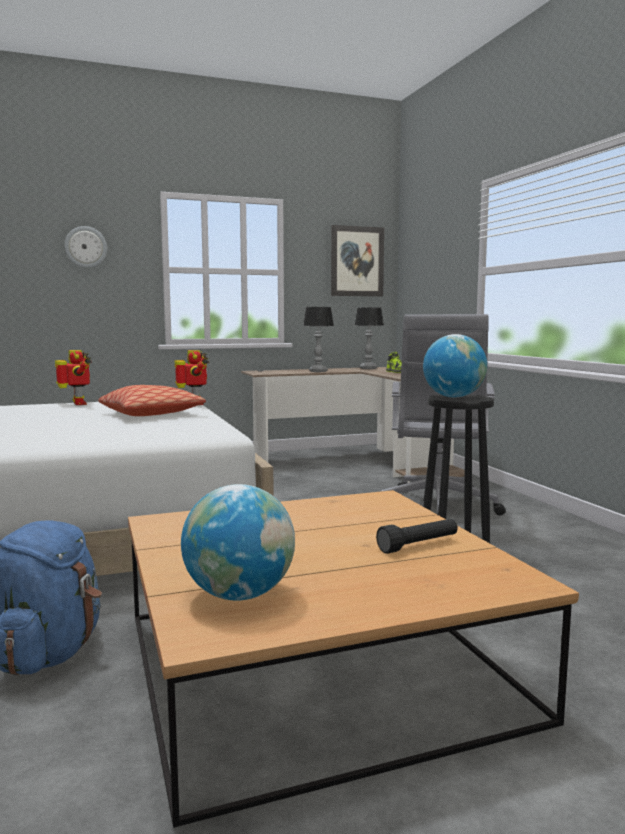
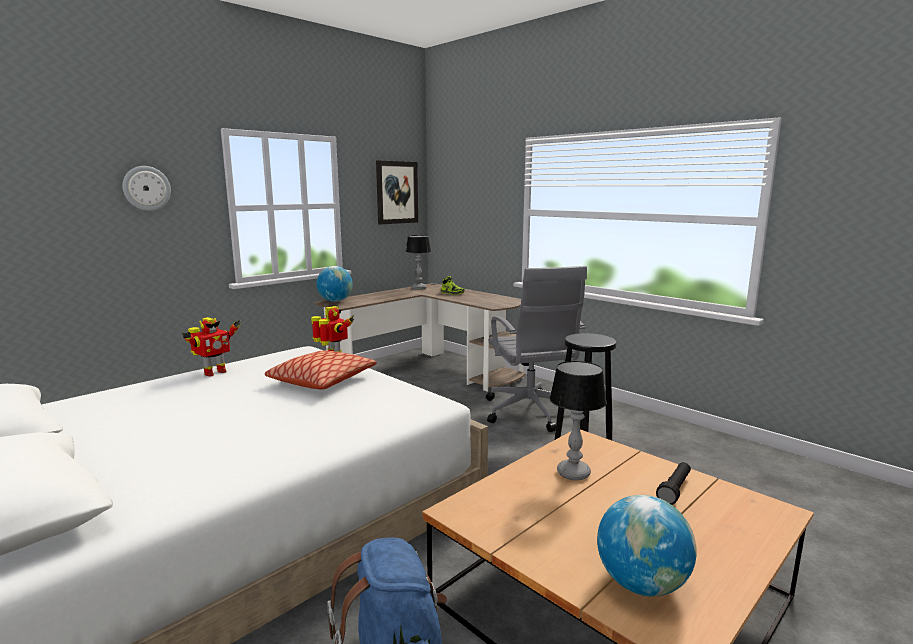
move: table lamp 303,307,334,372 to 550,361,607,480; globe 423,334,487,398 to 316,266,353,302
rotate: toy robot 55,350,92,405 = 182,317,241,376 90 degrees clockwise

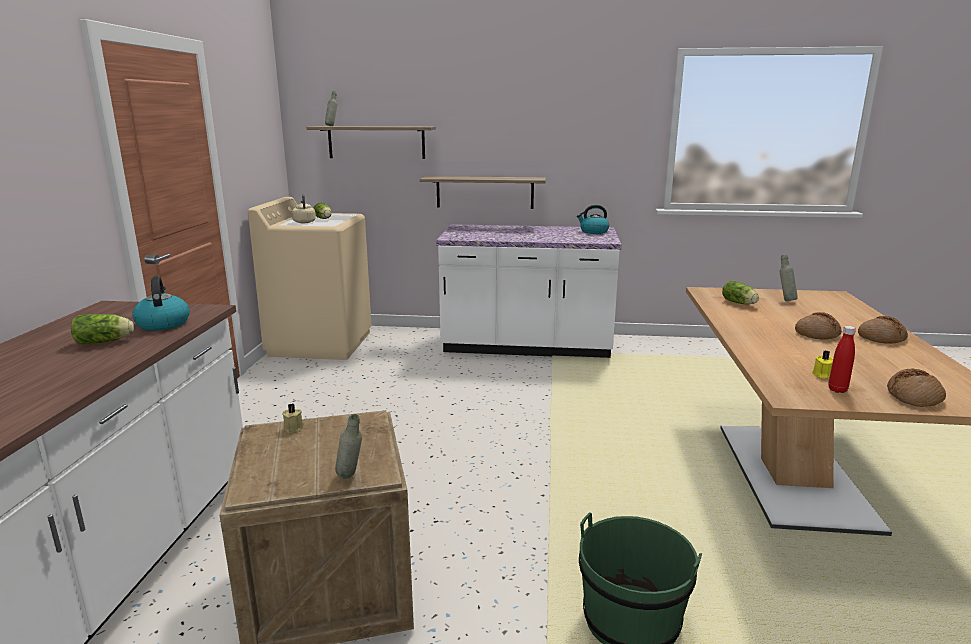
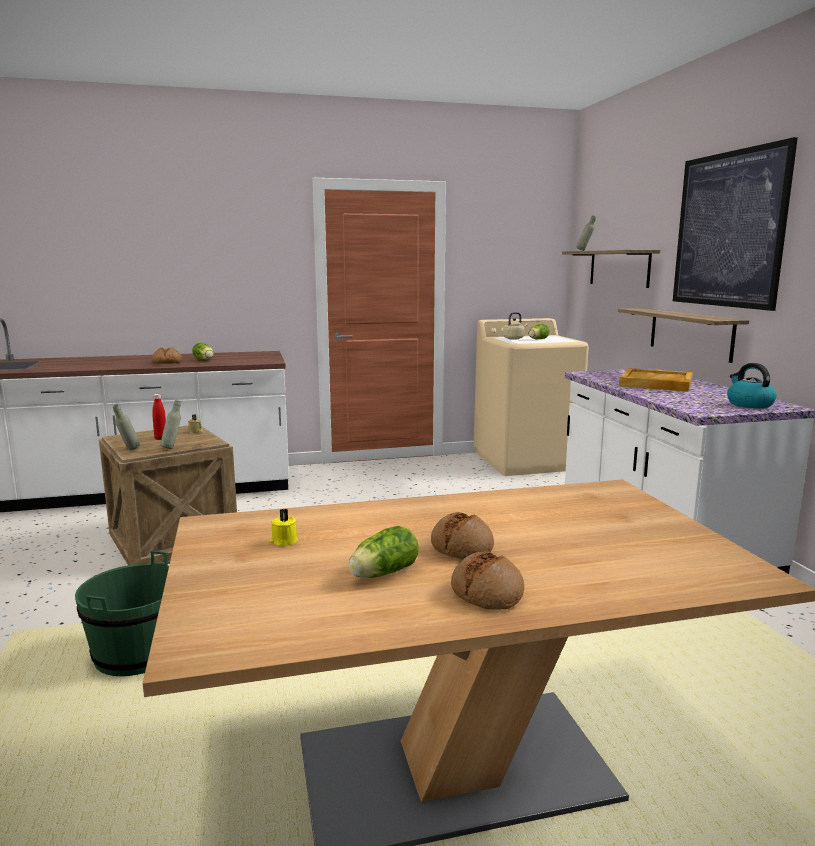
delete: kettle 132,276,190,331
insert: picture 673,137,798,311; beige tray 619,368,693,392
move: grey bottle 779,254,798,301 to 160,400,181,449; lettuce 722,280,759,304 to 348,526,419,578; red bottle 828,326,856,393 to 152,394,166,440; bread 887,369,946,407 to 151,347,182,363

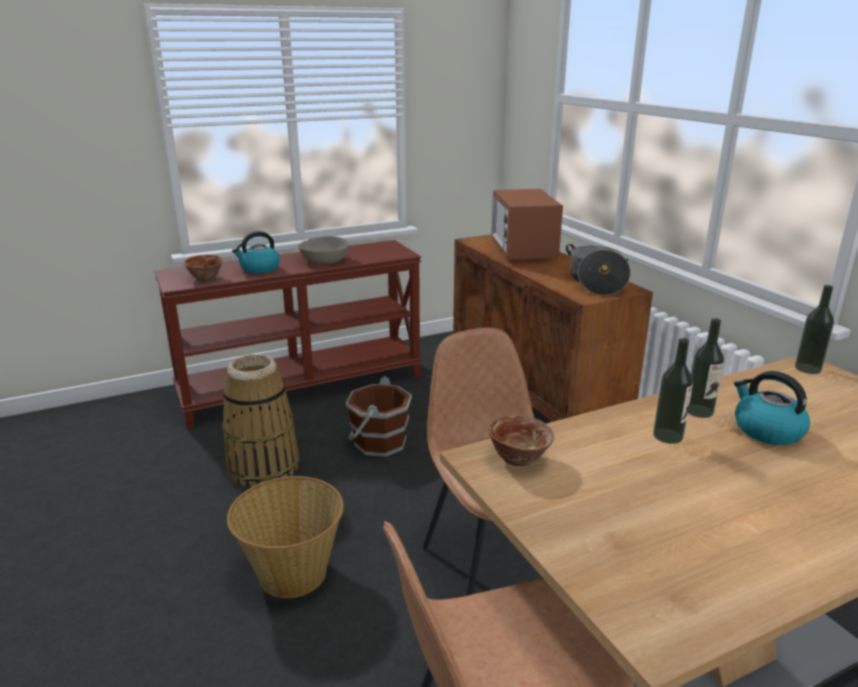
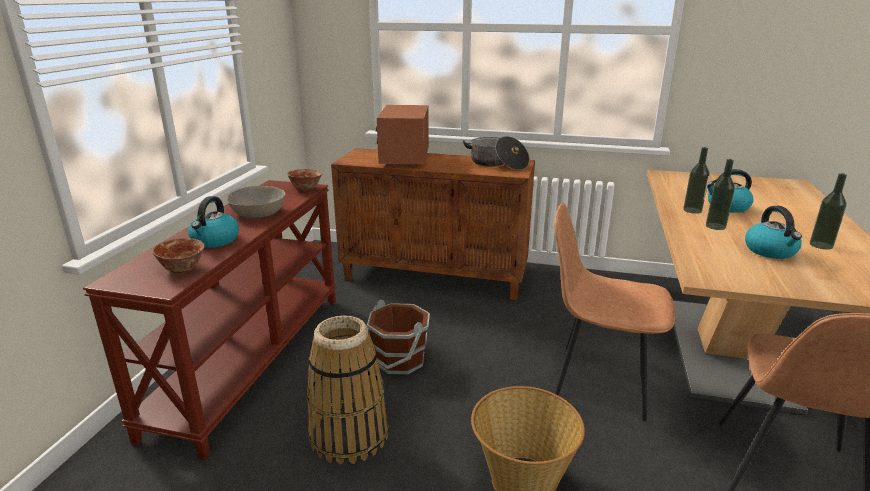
insert: kettle 745,206,802,259
move: bottle 795,285,834,374 to 810,173,847,250; bowl 488,415,554,466 to 287,169,322,191
rotate: microwave 491,189,563,262 = 375,105,429,167 60 degrees clockwise

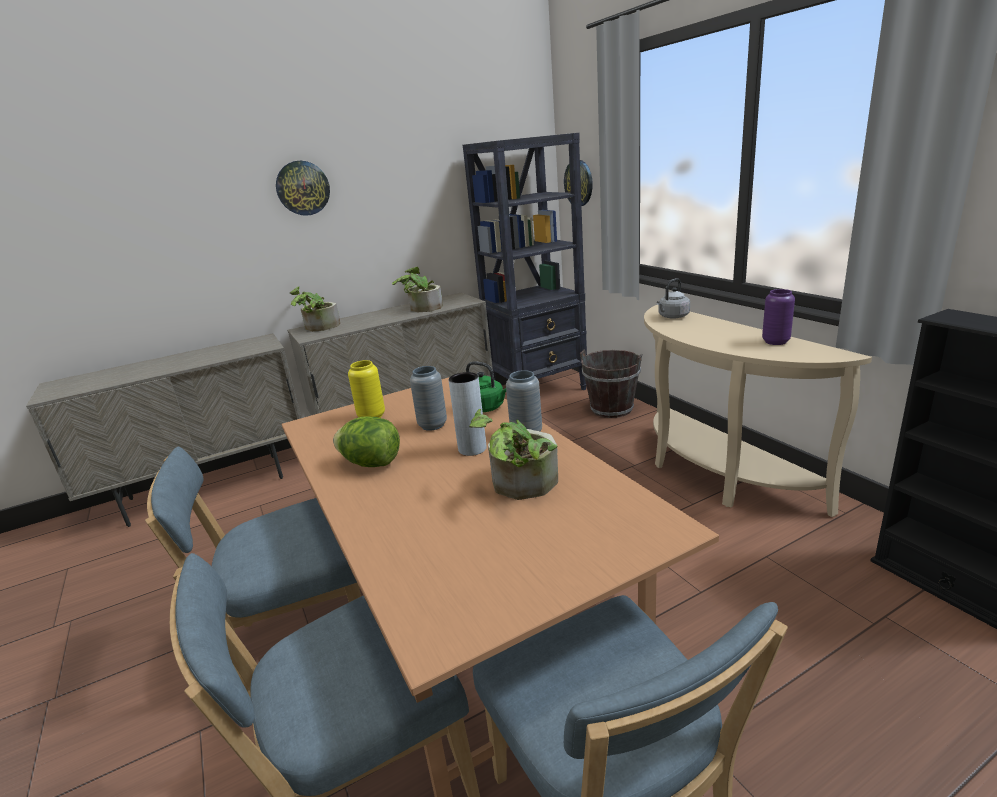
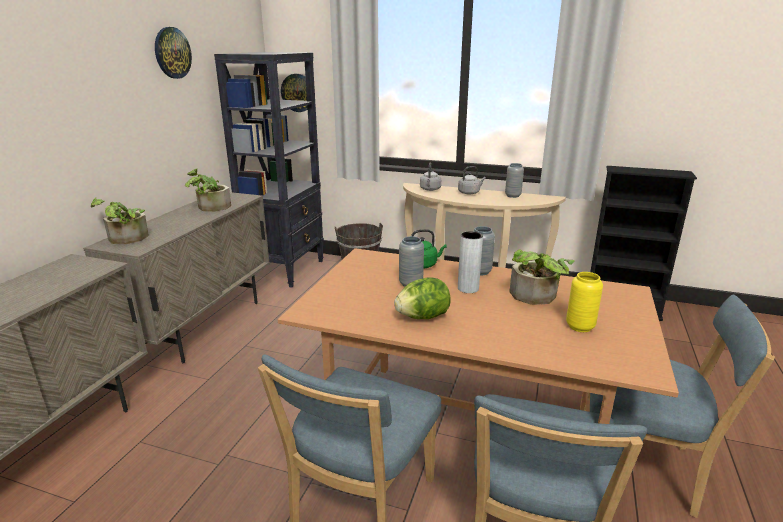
insert: grey kettle 458,166,486,194
move: wall clock 276,161,330,216 to 155,27,192,79; yellow vase 348,360,385,418 to 566,272,603,332
recolor: purple vase 762,289,795,345 to grey vase 505,163,524,198

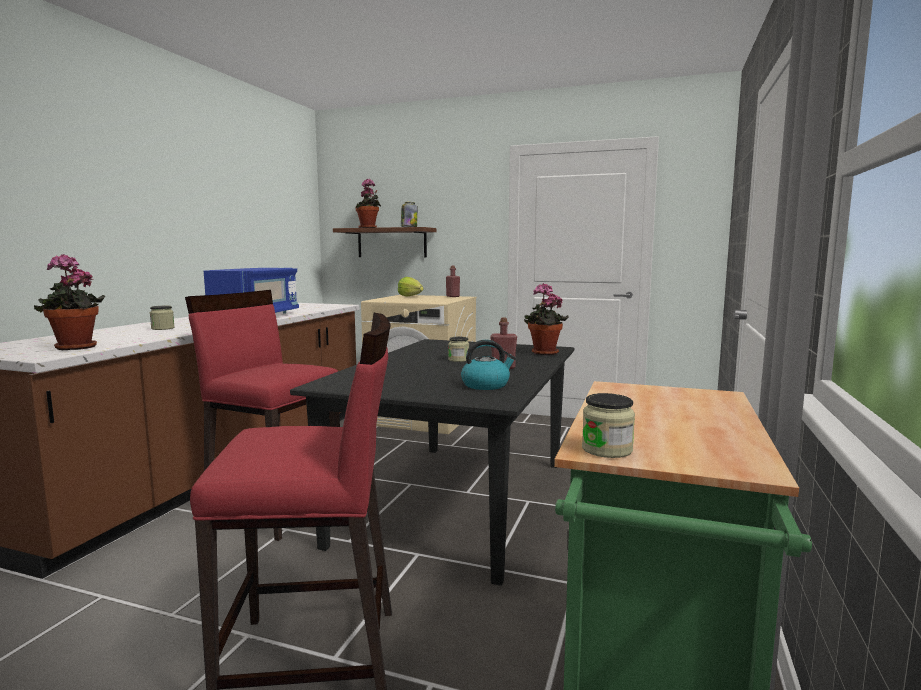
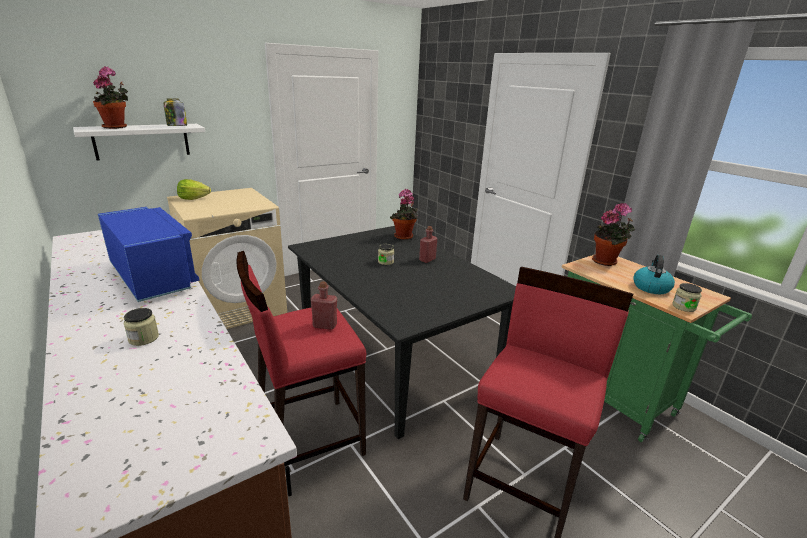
move: potted plant 34,254,105,350 to 592,203,636,266; red bottle 446,266,460,297 to 311,281,337,330; kettle 461,340,516,390 to 633,255,675,294
recolor: brown shelf 333,227,436,258 to white shelf 73,124,205,161

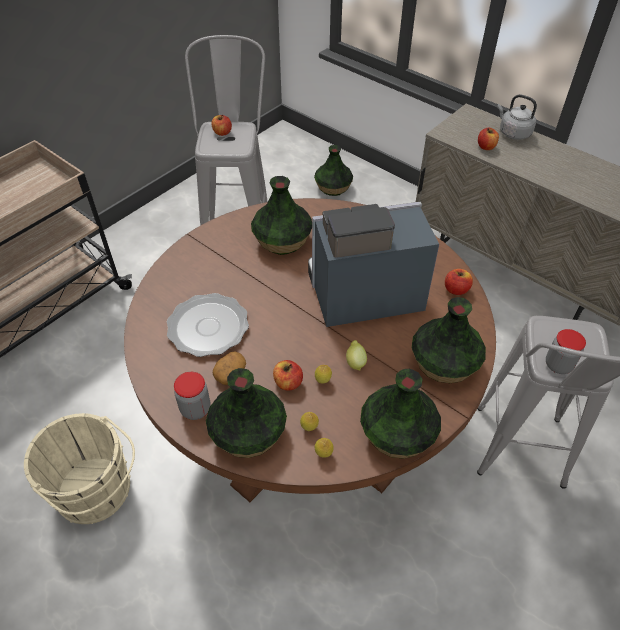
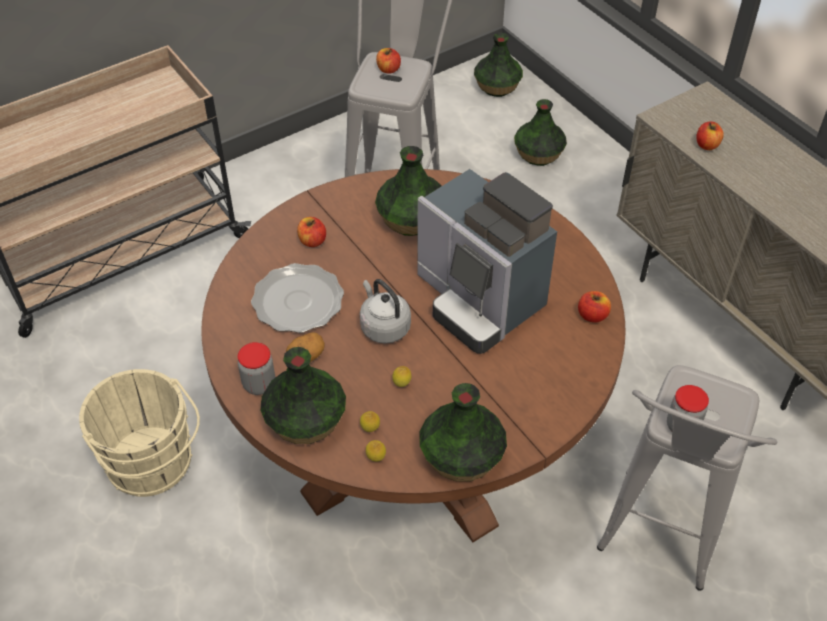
delete: lemon 346,340,367,371
move: grey kettle 497,94,537,140 to 360,279,411,343; vase 411,297,486,383 to 474,33,523,97; apple 273,360,303,390 to 297,217,326,247
rotate: coffee machine 308,201,439,327 = 417,169,557,354 135 degrees counterclockwise

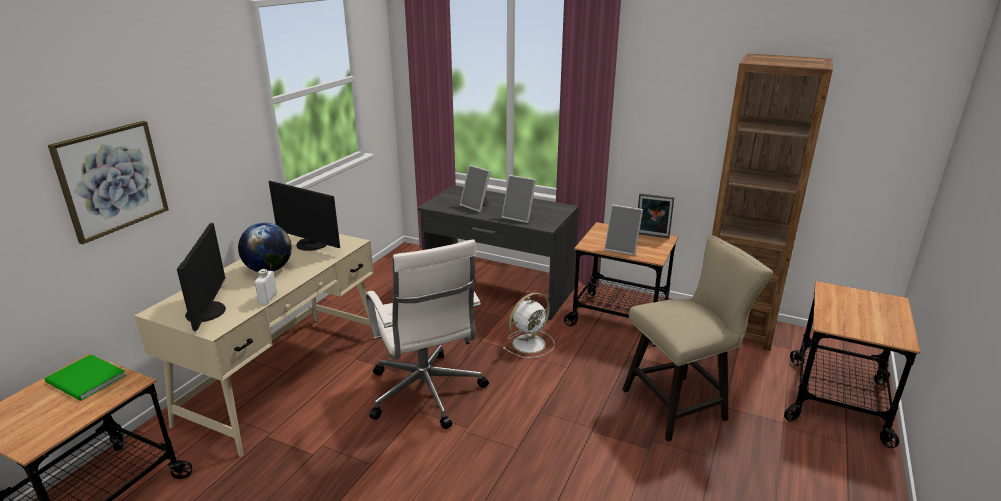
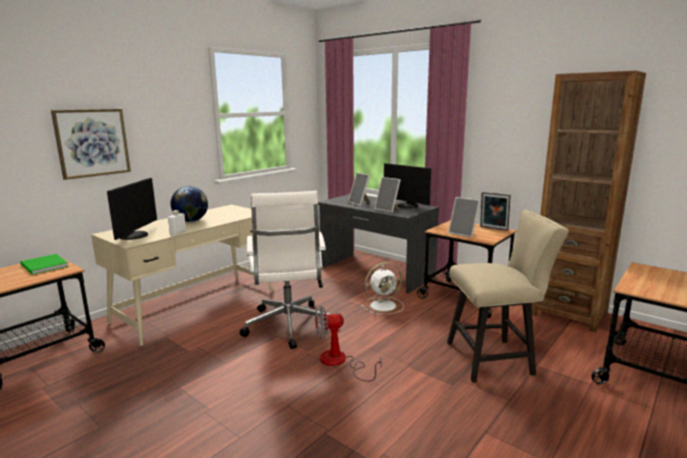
insert: fan 315,306,382,382
move: monitor 269,181,340,251 to 384,163,431,208

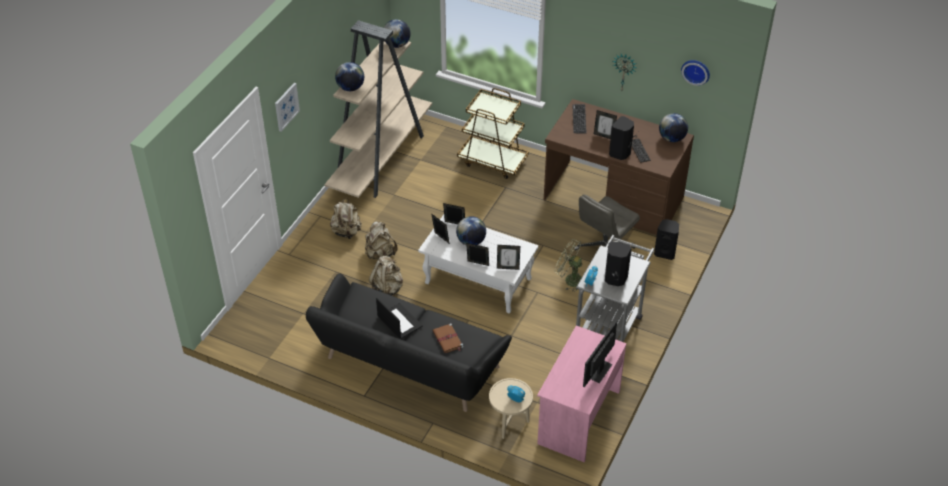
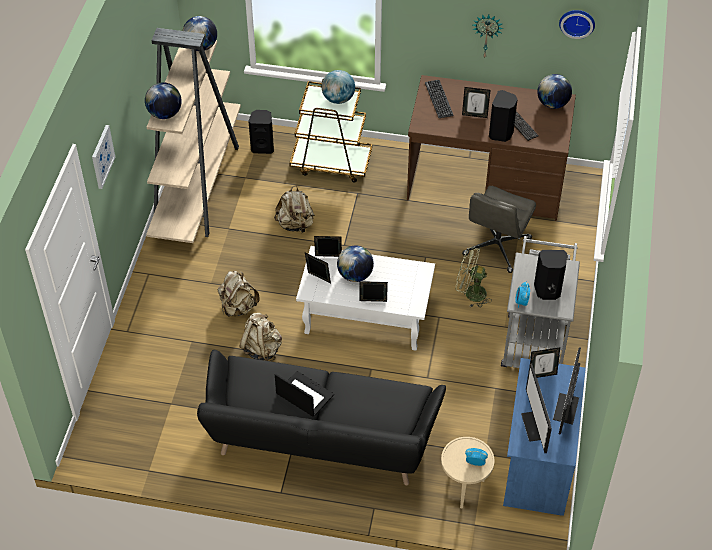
delete: brown book 432,323,463,353
insert: globe 322,70,355,104; monitor 521,363,552,453
move: beige backpack 330,198,362,239 to 274,186,315,233; black speaker 654,219,679,260 to 249,110,274,154; picture frame 497,245,520,270 to 530,347,560,378
recolor: pink desk 537,326,627,462 to blue desk 503,358,586,516

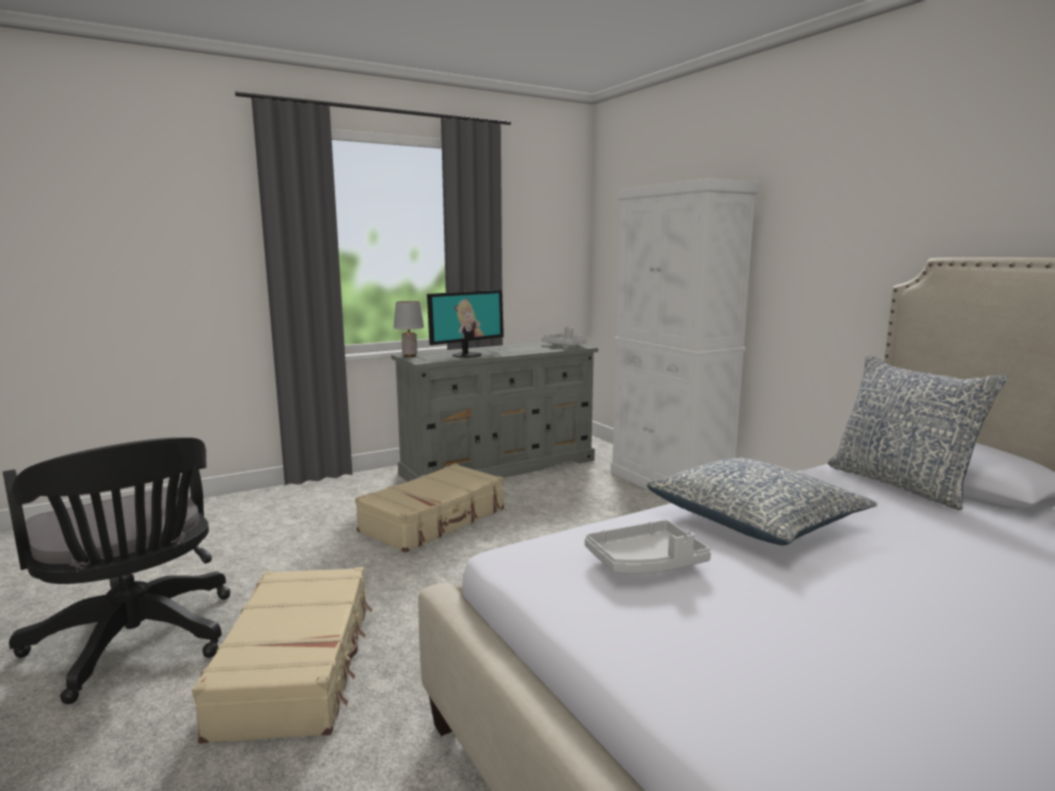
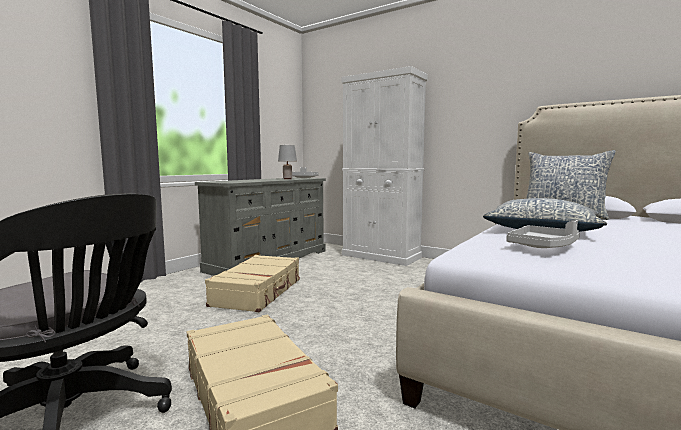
delete: monitor 427,290,504,358
move: grey table lamp 394,301,424,357 to 278,145,297,179

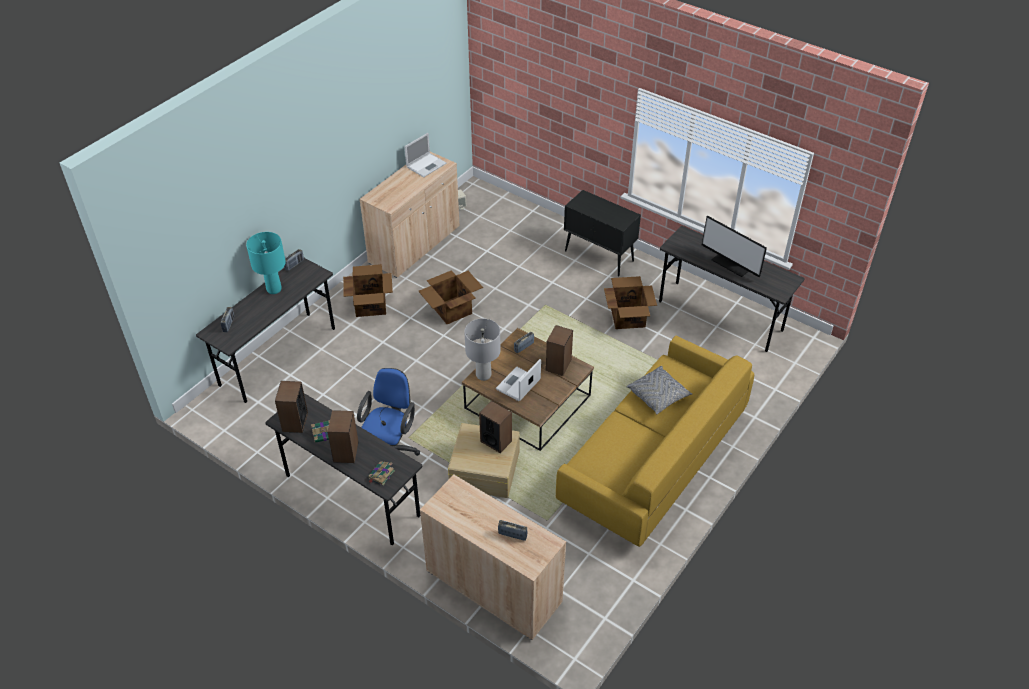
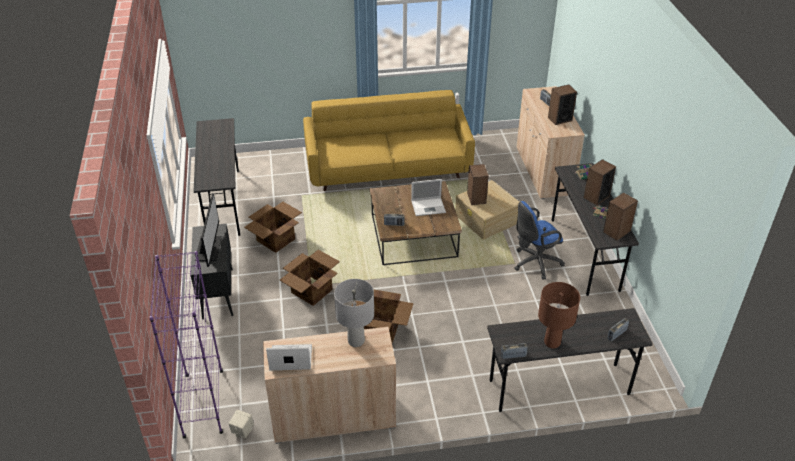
delete: grey pillow 626,366,692,414
insert: purple bookcase 149,251,223,438
move: monitor 702,216,767,277 to 197,193,222,267; cardboard box 343,264,393,317 to 279,250,340,306; grey table lamp 464,318,500,381 to 334,279,374,347; speaker 546,325,573,376 to 548,85,577,125
recolor: turquoise table lamp 246,232,286,294 to brown table lamp 538,282,580,349

